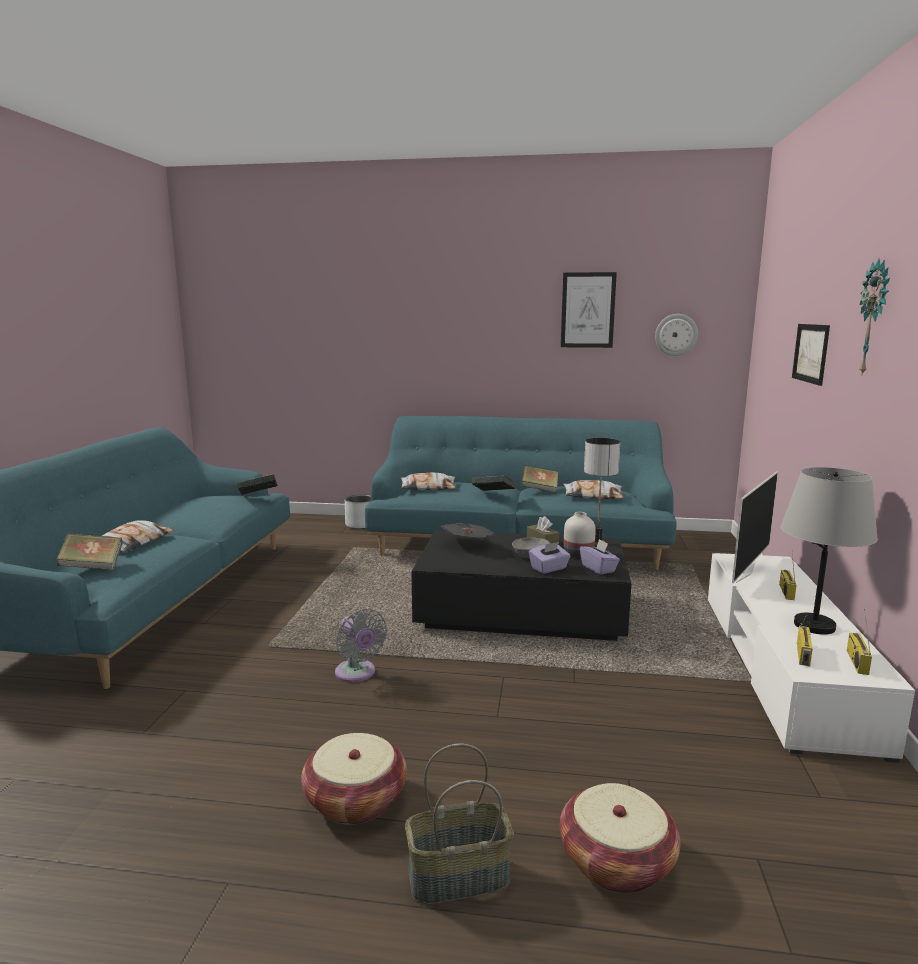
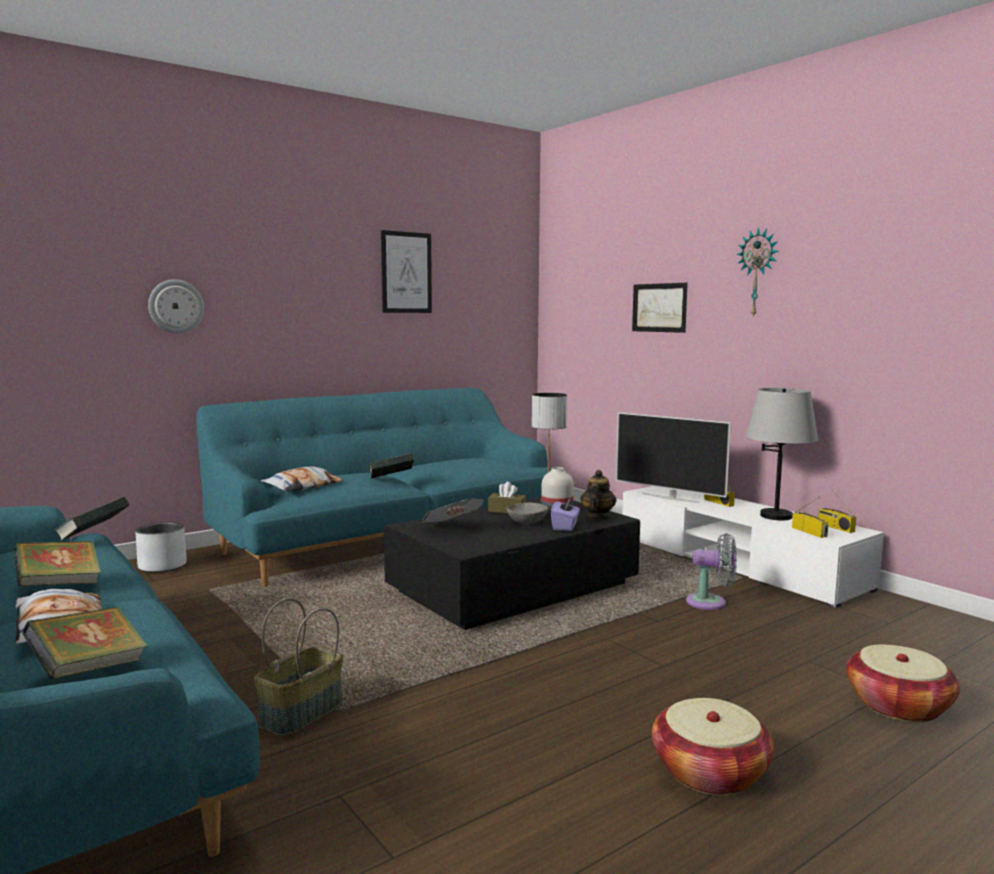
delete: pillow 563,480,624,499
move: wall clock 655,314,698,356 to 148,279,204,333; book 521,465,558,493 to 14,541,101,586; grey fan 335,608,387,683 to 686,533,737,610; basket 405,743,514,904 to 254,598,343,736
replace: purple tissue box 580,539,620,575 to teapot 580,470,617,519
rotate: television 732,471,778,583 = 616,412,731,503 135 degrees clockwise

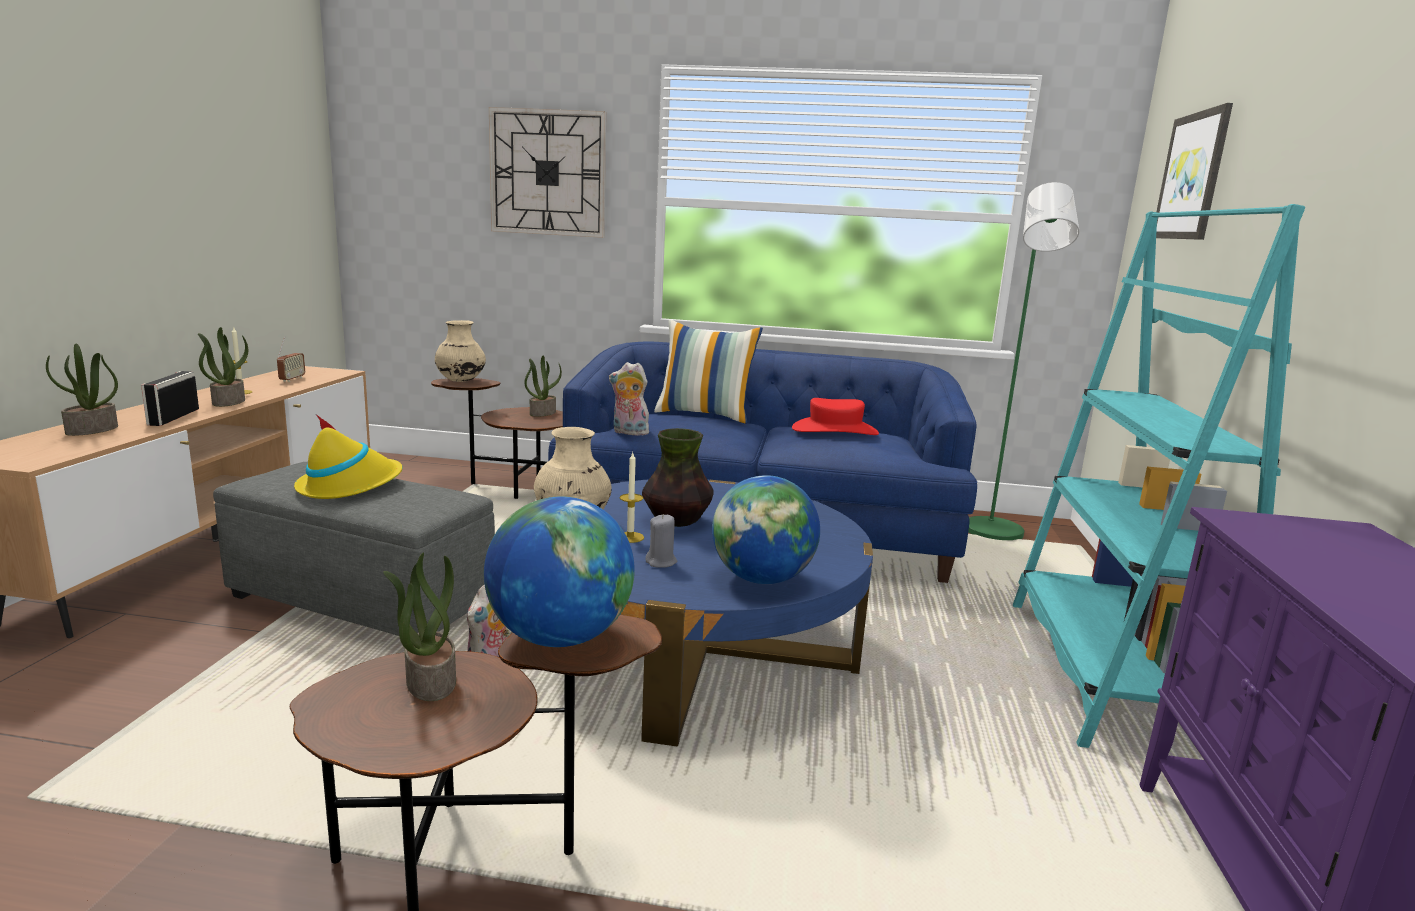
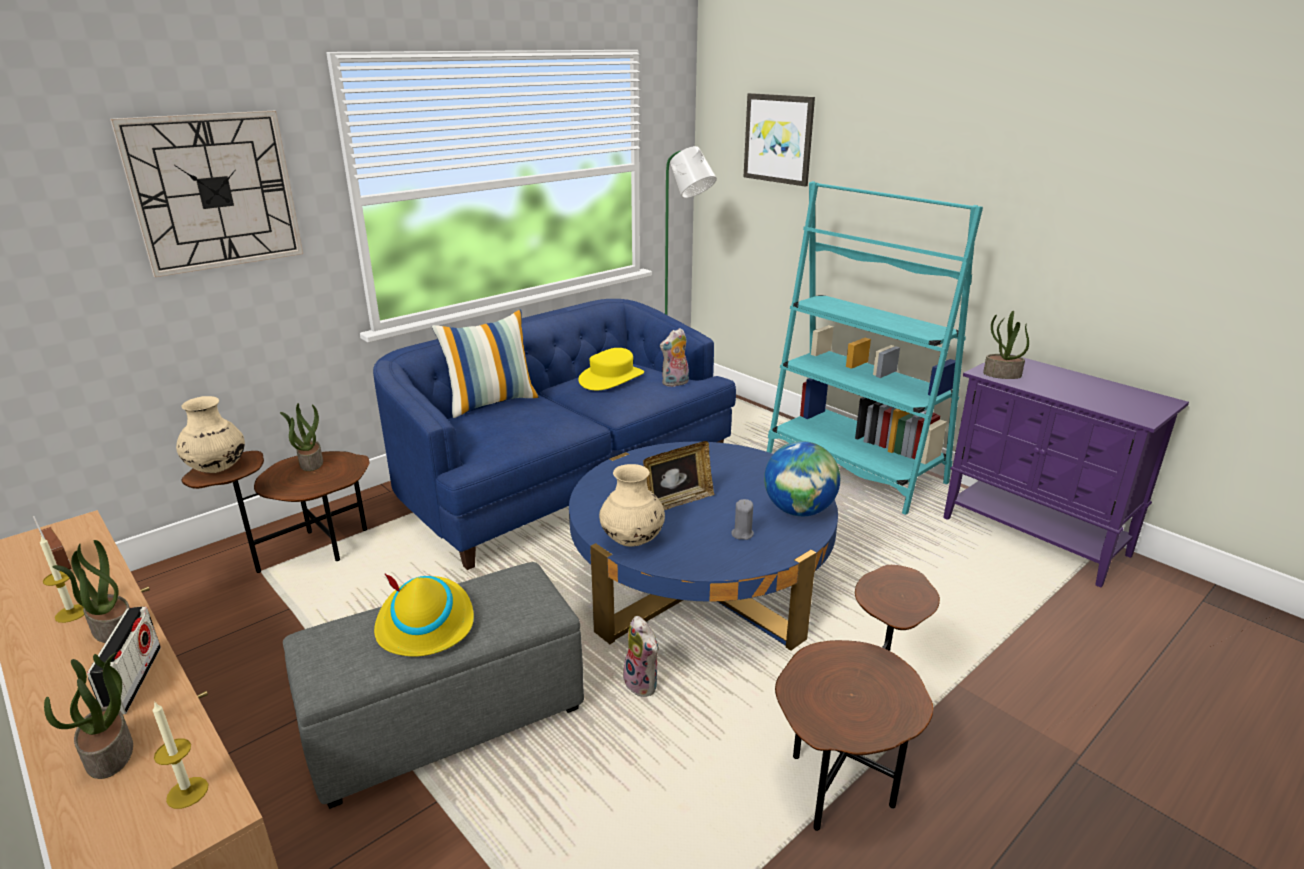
delete: globe 484,497,635,647
move: plush toy 609,362,649,436 to 660,328,689,387; candle 619,453,644,543 to 153,701,208,809; potted plant 383,552,456,701 to 983,311,1029,379
replace: vase 642,428,714,527 to picture frame 643,441,714,510
recolor: red hat 792,398,879,435 to yellow hat 578,348,644,390
rotate: radio 141,371,199,426 = 87,606,161,714 135 degrees counterclockwise

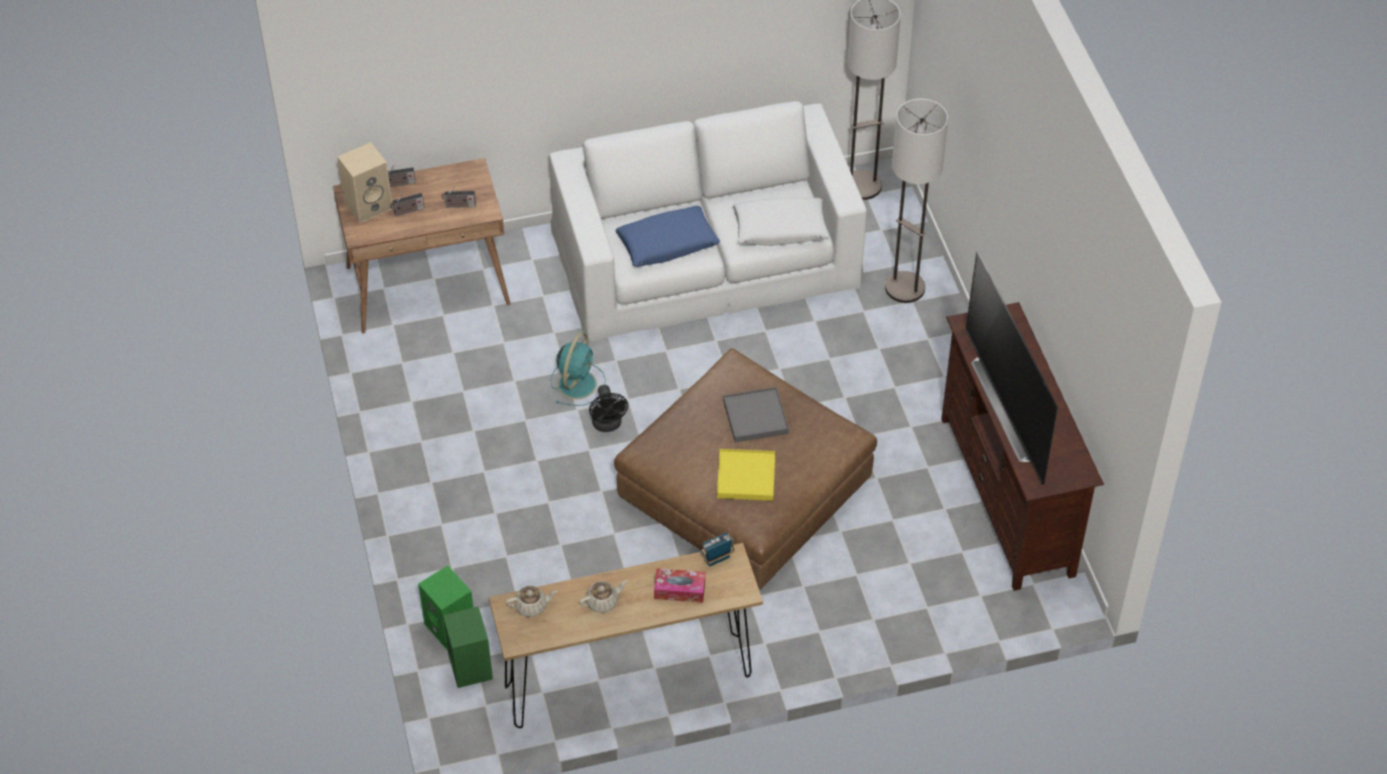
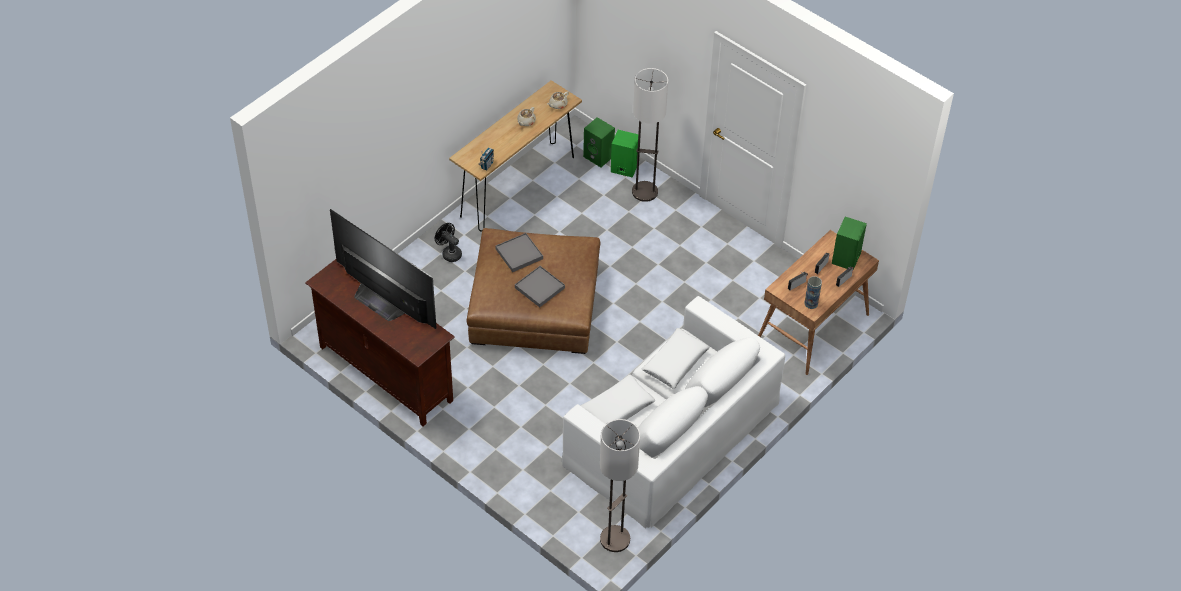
delete: turquoise fan 551,332,606,406; tissue box 654,568,705,603
insert: vase 804,276,822,309
move: floor lamp 885,98,948,303 to 632,68,668,202; black fan 589,385,628,432 to 435,223,462,262
recolor: beige speaker 337,142,393,223 to green speaker 832,217,867,270; blue pillow 615,206,720,266 to white pillow 641,328,710,389; yellow tray 717,449,775,501 to grey tray 496,233,543,272

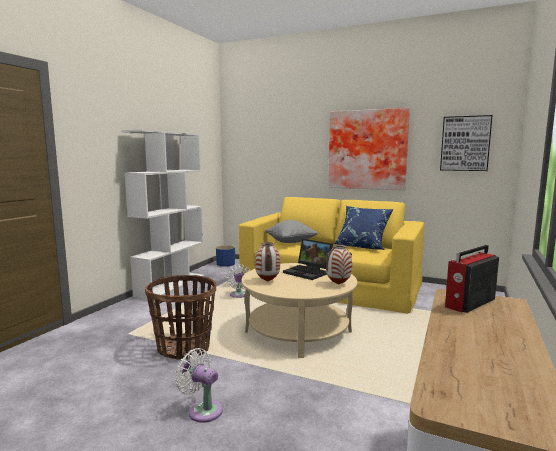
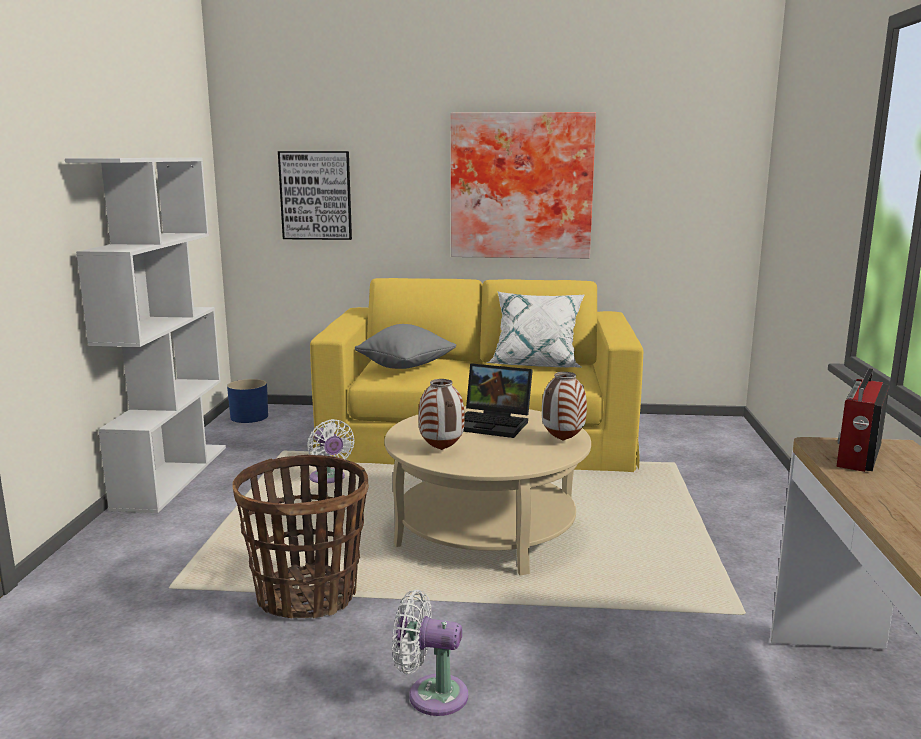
move: picture 440,115,492,171 to 278,151,352,240
recolor: blue pillow 333,206,394,250 to white pillow 487,291,585,368

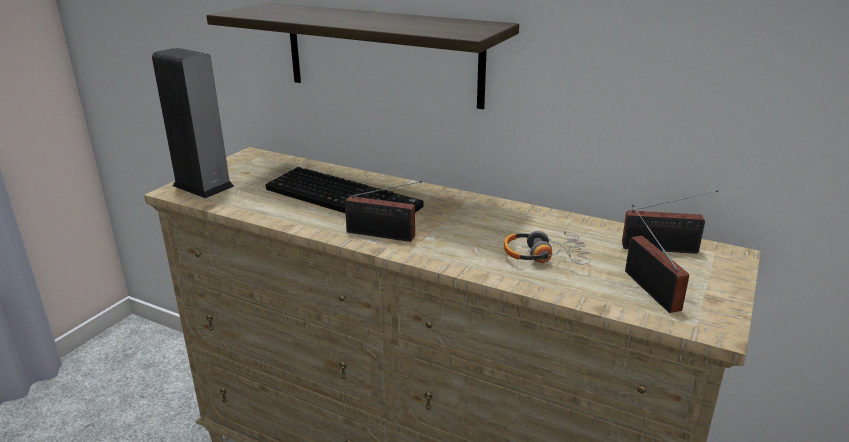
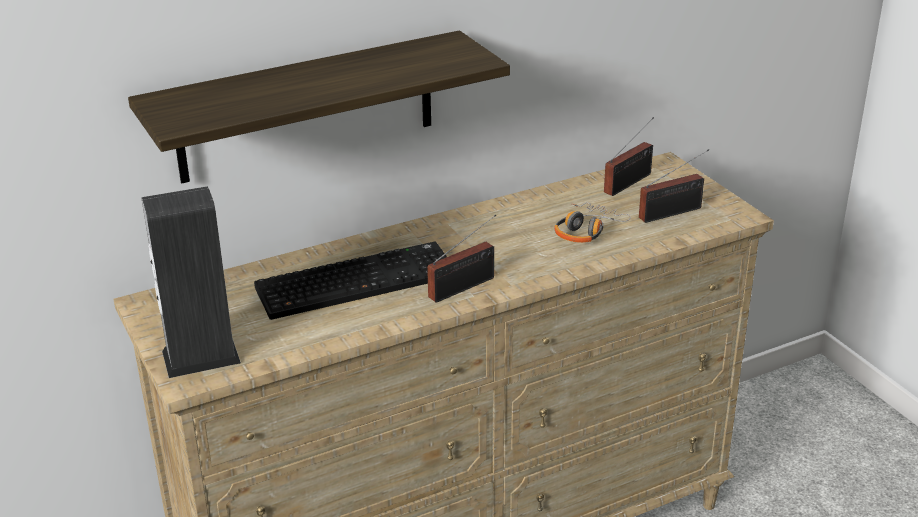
rotate: radio 625,205,689,313 = 639,149,709,223 135 degrees clockwise

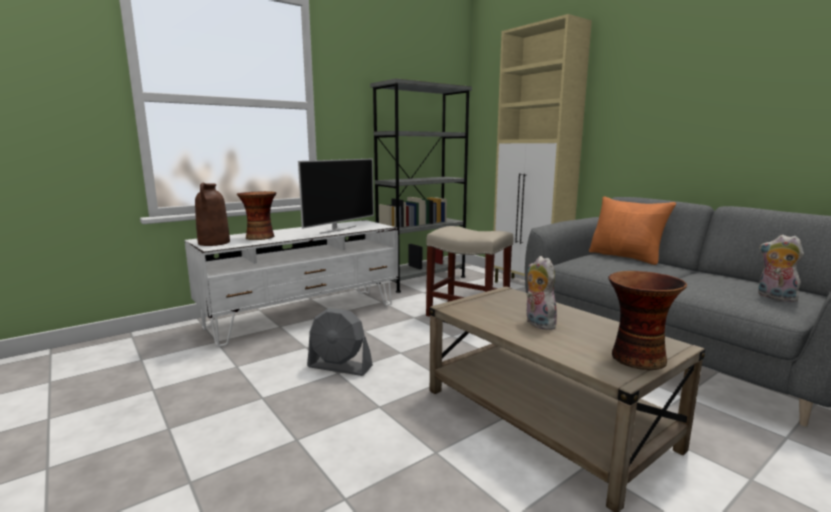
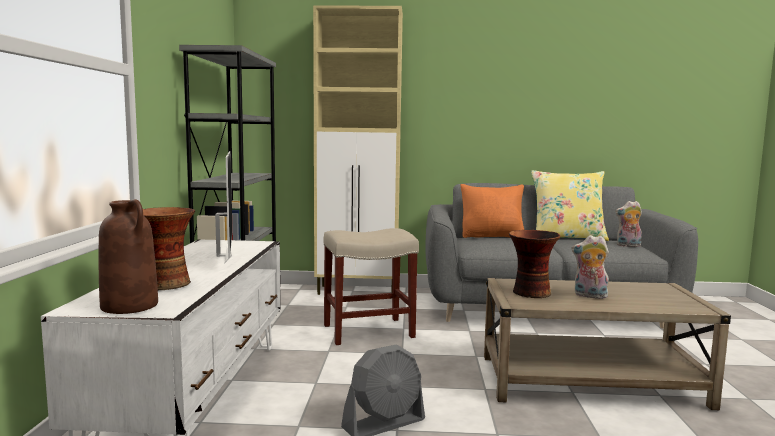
insert: yellow pillow 531,170,609,241
move: vase 608,271,687,370 to 509,230,560,298

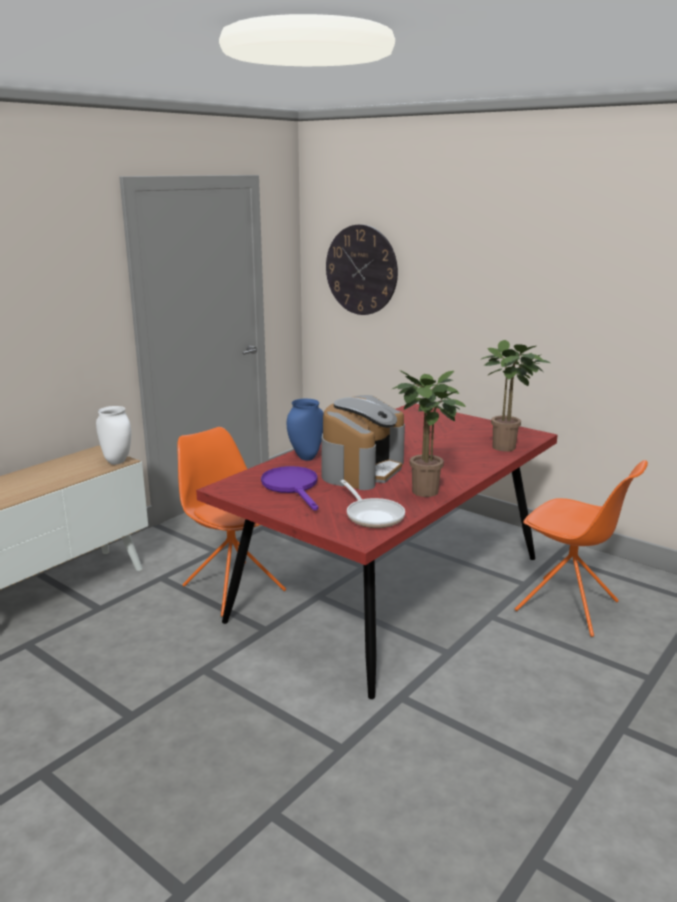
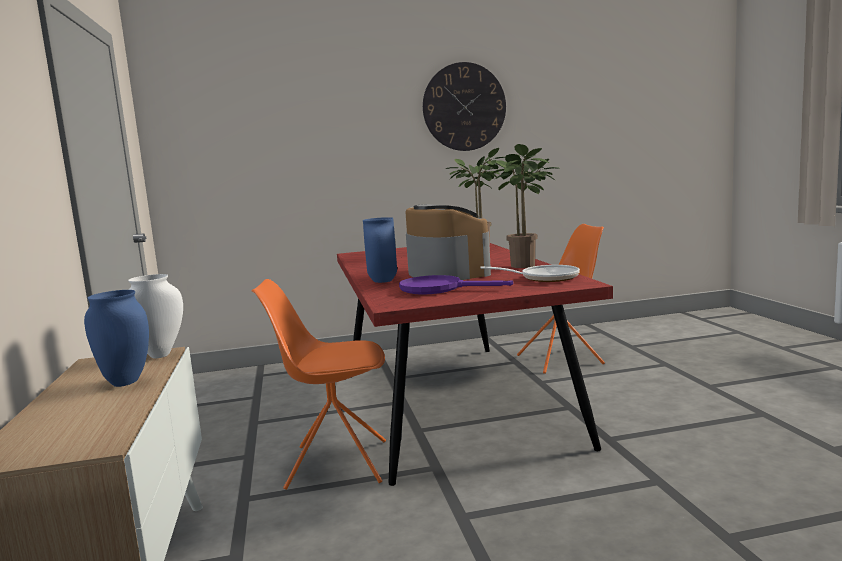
insert: blue vase 84,290,149,387
move: wall clock 326,224,398,315 to 423,62,506,151

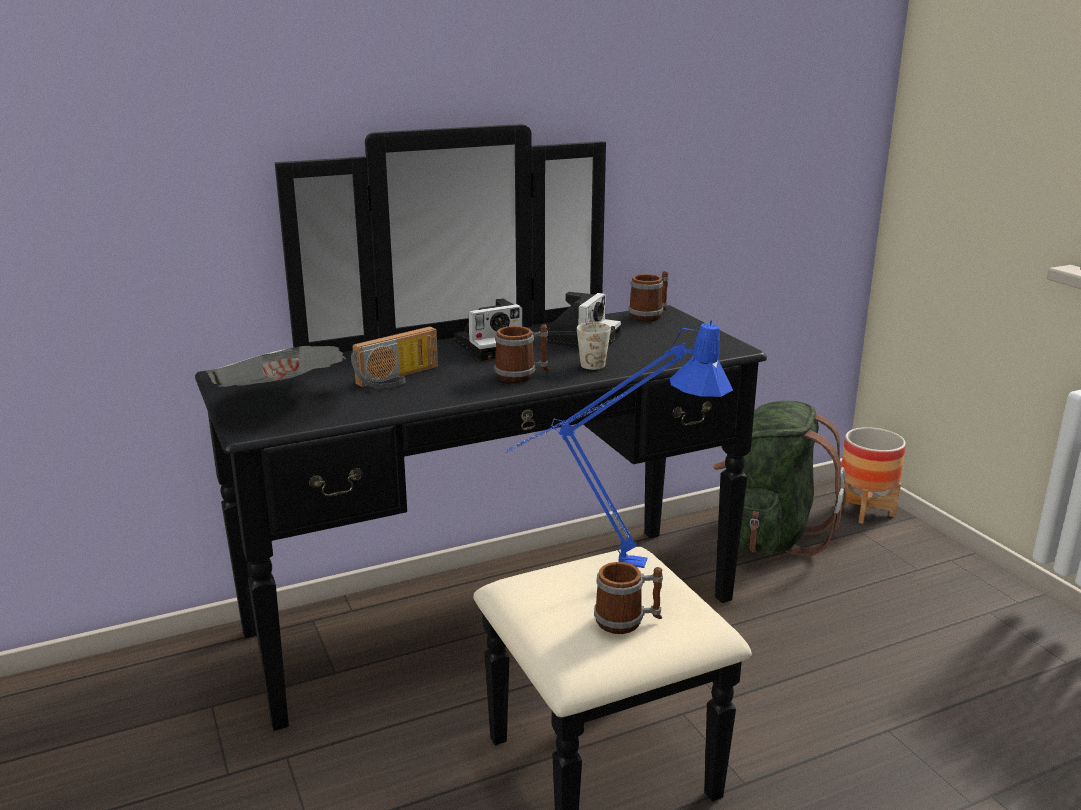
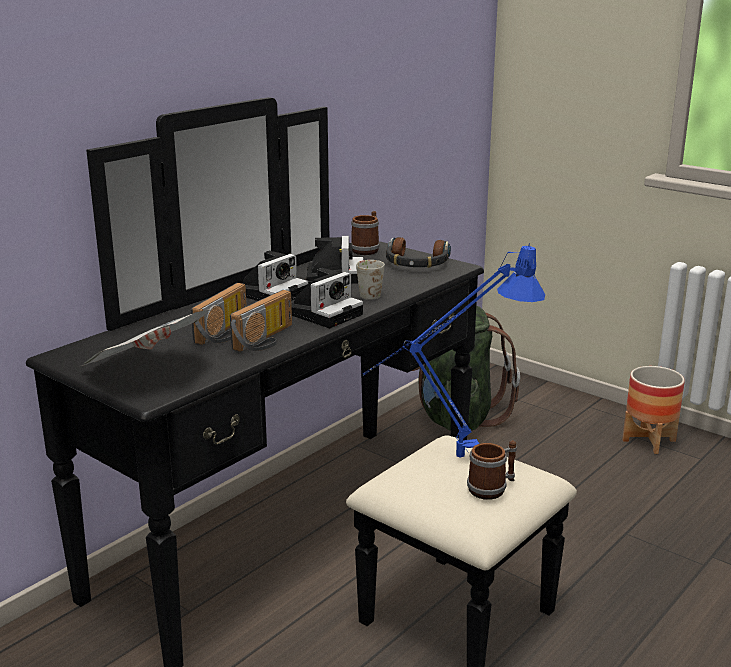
insert: headphones 386,237,451,268; radio 230,290,292,352
move: planter 835,427,906,524 to 622,366,685,454
replace: mug 494,324,549,383 to photo camera 291,268,363,328

